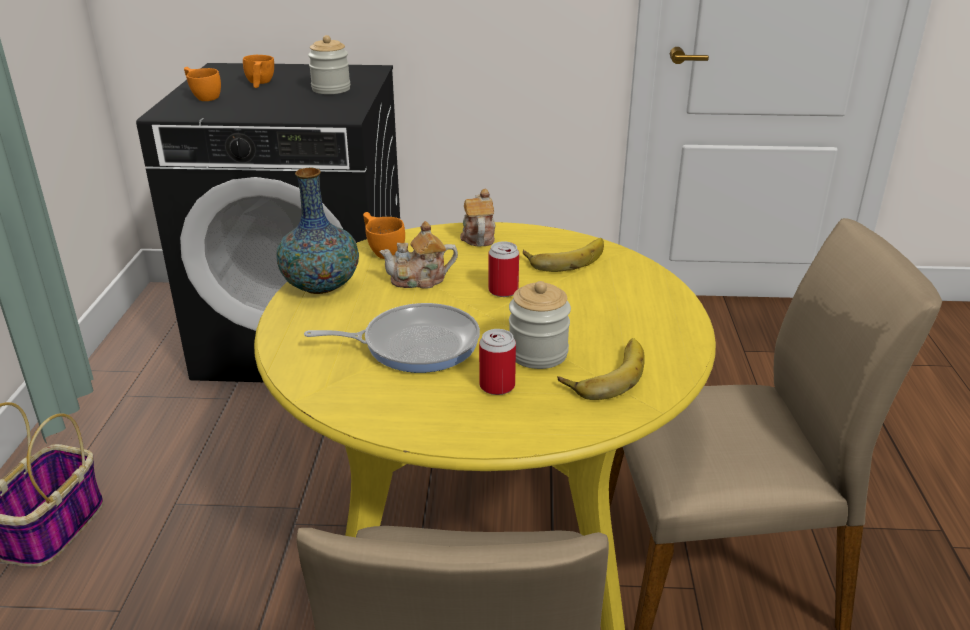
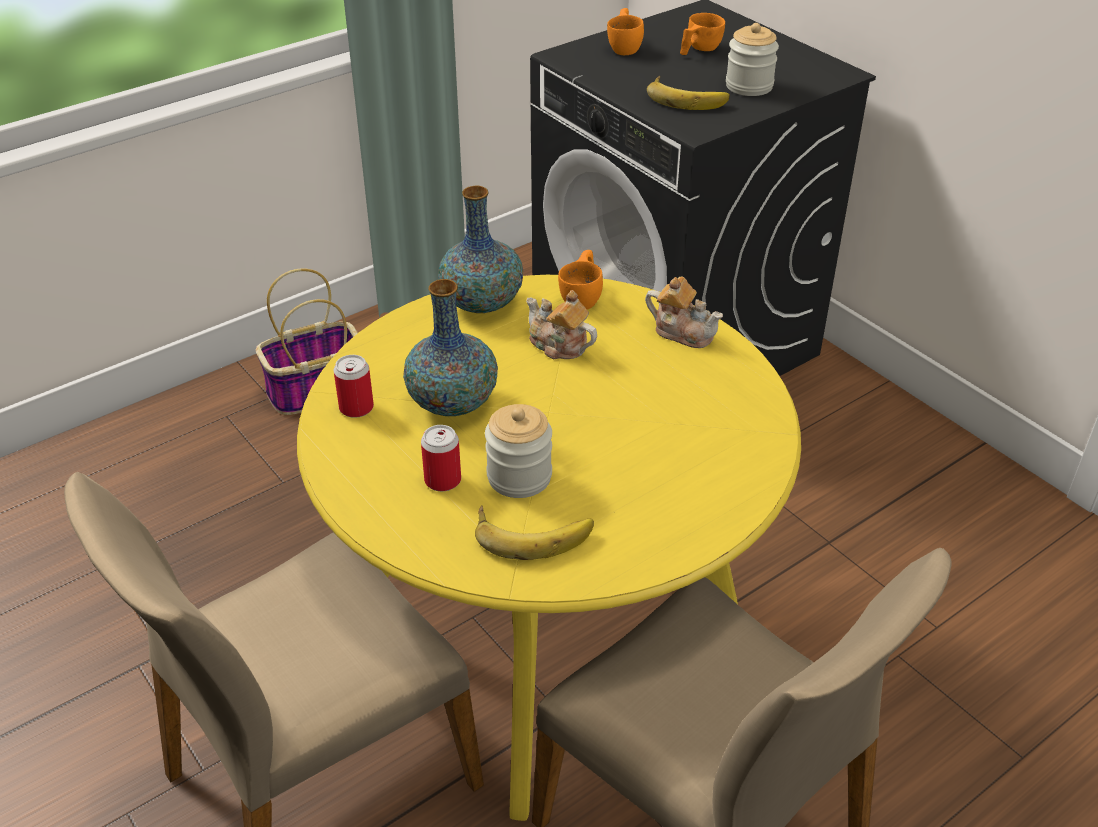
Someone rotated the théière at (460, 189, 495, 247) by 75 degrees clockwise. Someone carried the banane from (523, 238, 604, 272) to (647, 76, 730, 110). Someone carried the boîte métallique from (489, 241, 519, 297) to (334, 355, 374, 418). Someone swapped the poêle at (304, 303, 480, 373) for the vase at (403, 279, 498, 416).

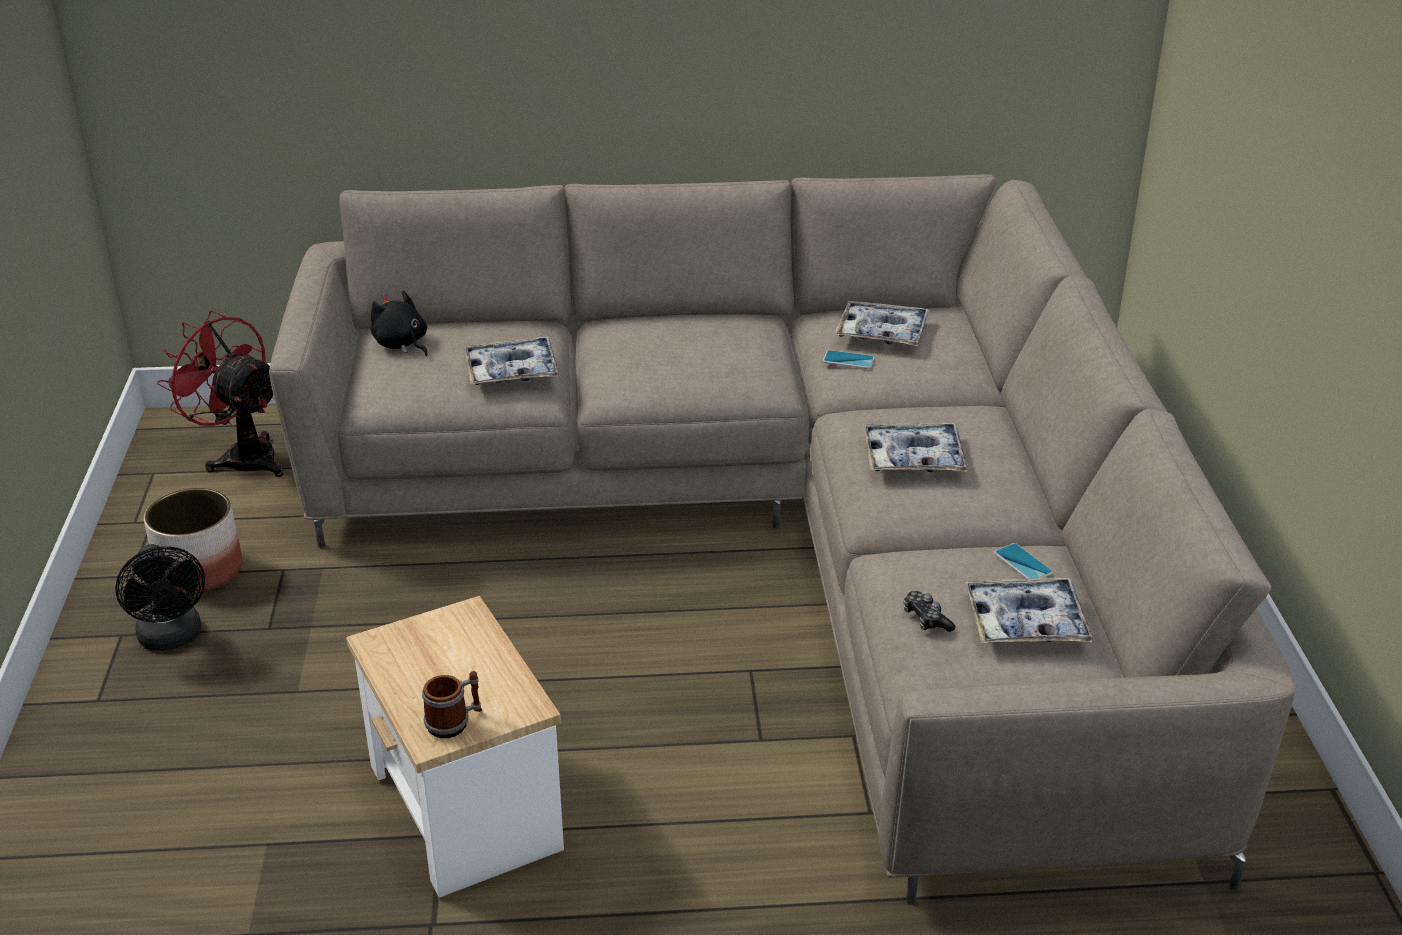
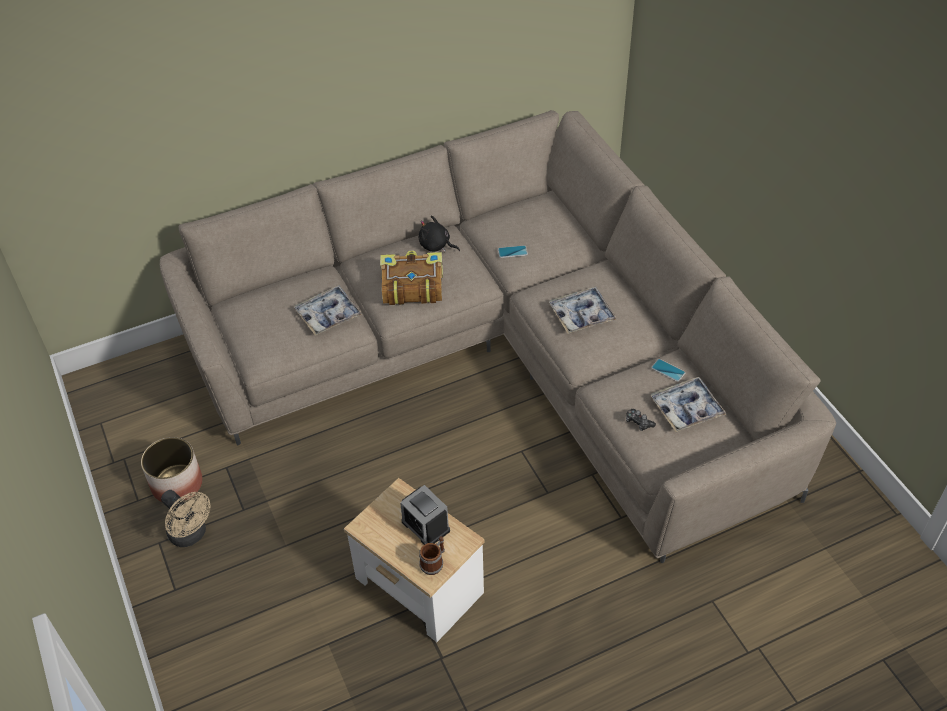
Someone carried the peluche [noir] from (371, 291, 428, 356) to (419, 215, 460, 252). Someone took away the plateau at (834, 301, 930, 346). Someone took away the ventilateur [rouge] at (157, 310, 283, 477). Someone repainted the ventilateur [noir] at (115, 544, 205, 651), which became the ventilateur [beige] at (161, 490, 211, 547). Someone put down the livre at (380, 250, 443, 305). Someone put down the réveil at (400, 485, 450, 545).

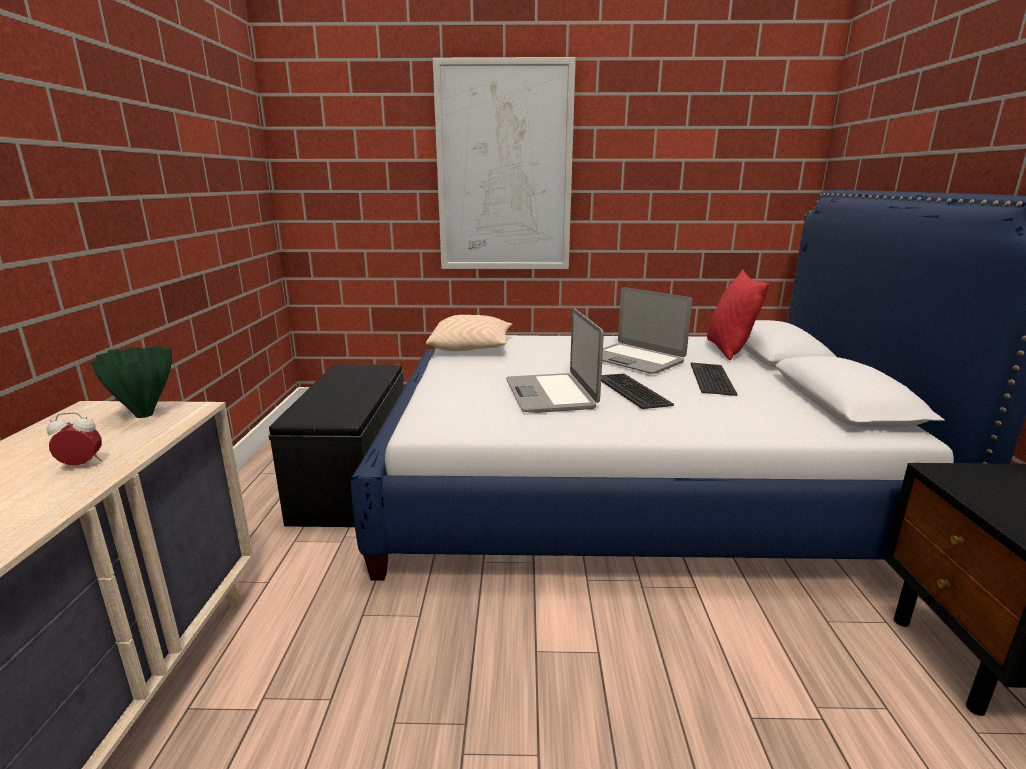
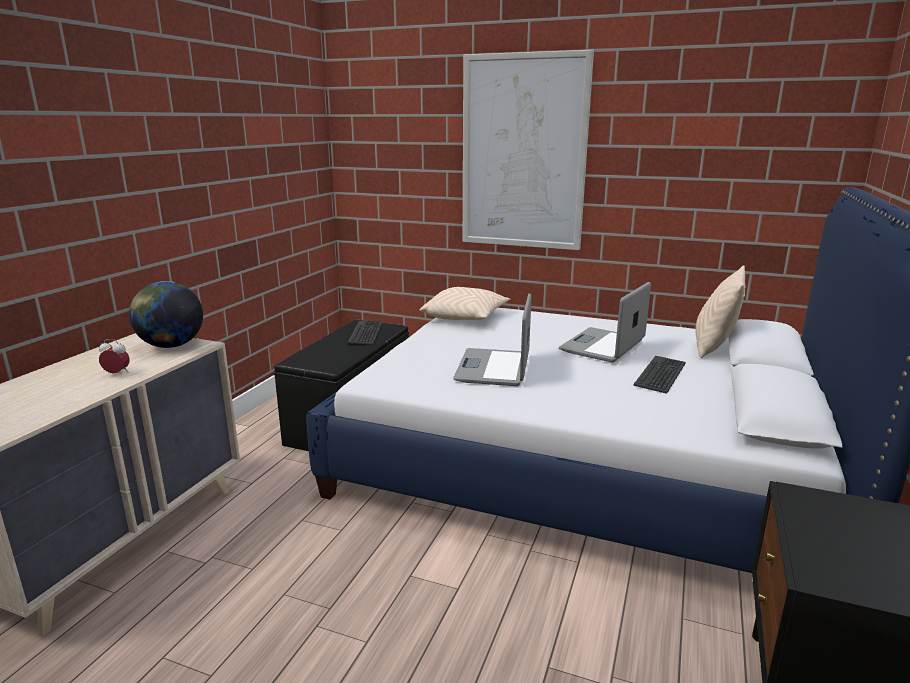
Someone repainted the coussin [rouge] at (707, 269, 769, 360), which became the coussin [beige] at (696, 265, 746, 358). Someone rotated the ordinateur portable at (602, 287, 692, 374) by 60 degrees clockwise. Someone swapped the vase [vert] at (91, 346, 172, 418) for the globe at (129, 281, 203, 348). Someone carried the clavier from (601, 373, 674, 409) to (348, 321, 382, 345).

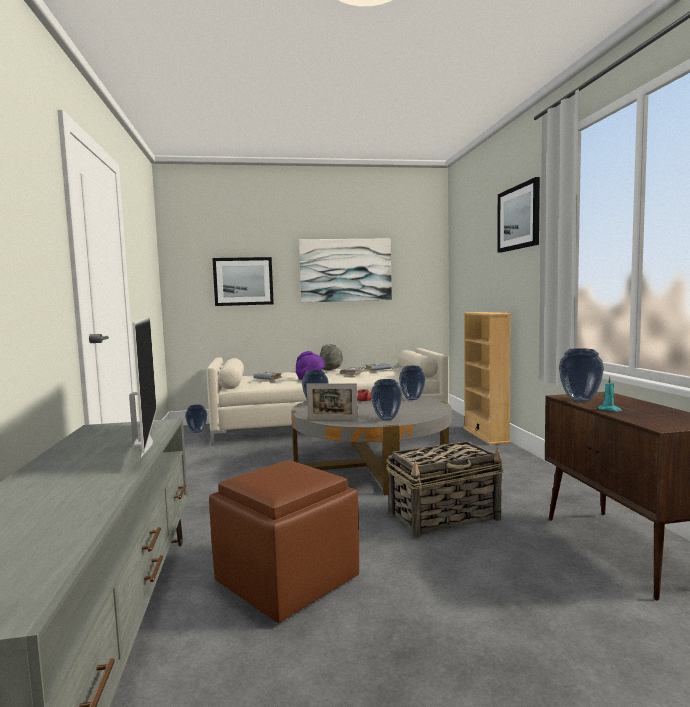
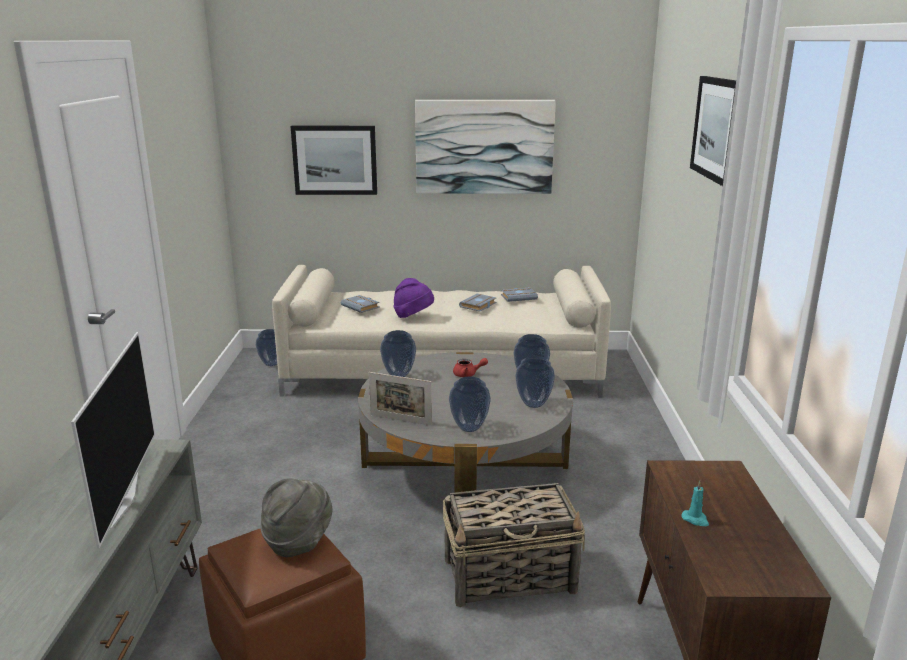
Someone took away the bibliothèque [beige] at (463, 312, 511, 445). Someone carried the chapeau [gris] from (320, 344, 343, 371) to (260, 478, 333, 557). Someone carried the vase from (559, 348, 604, 402) to (515, 356, 555, 408).

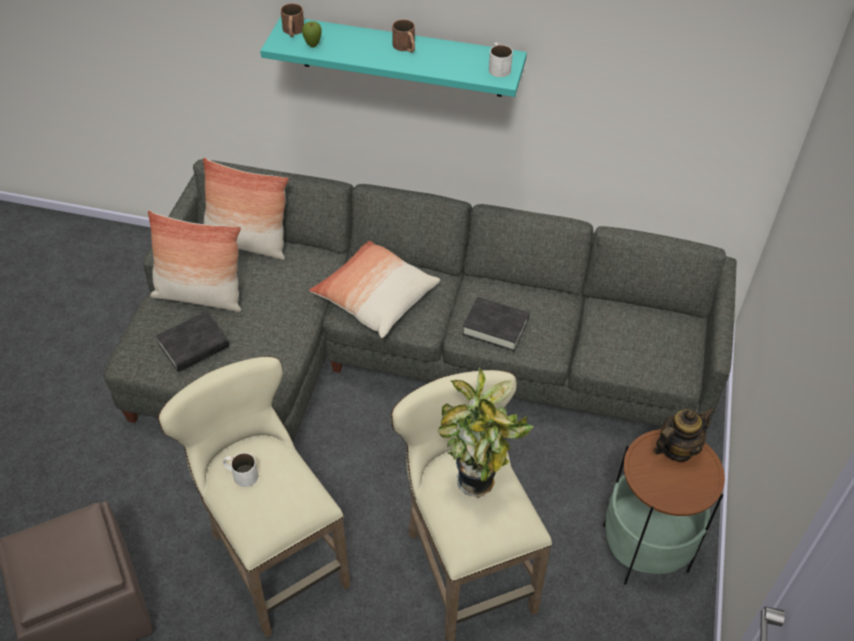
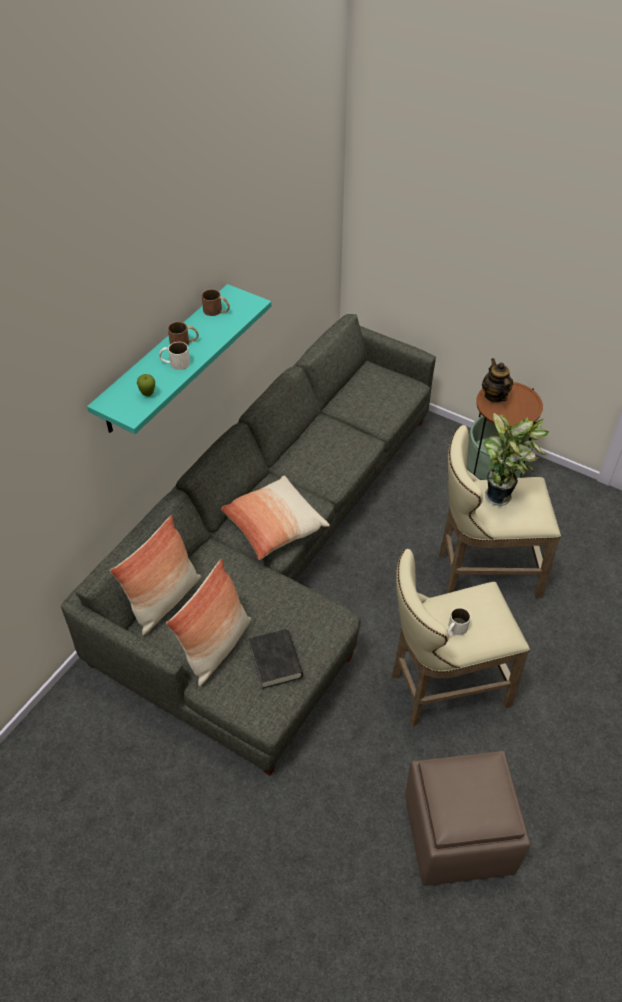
Someone carried the mug [marron] from (281, 3, 304, 37) to (202, 289, 230, 316). Someone carried the mug [blanc] from (489, 43, 513, 77) to (159, 342, 190, 370). Someone took away the livre [noir] at (462, 297, 529, 351).

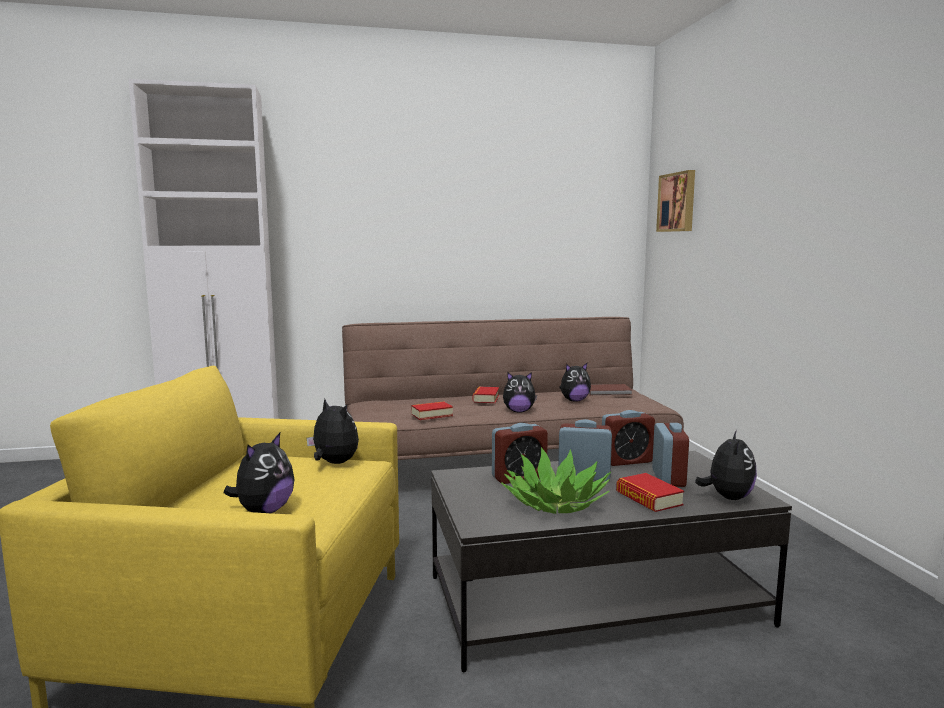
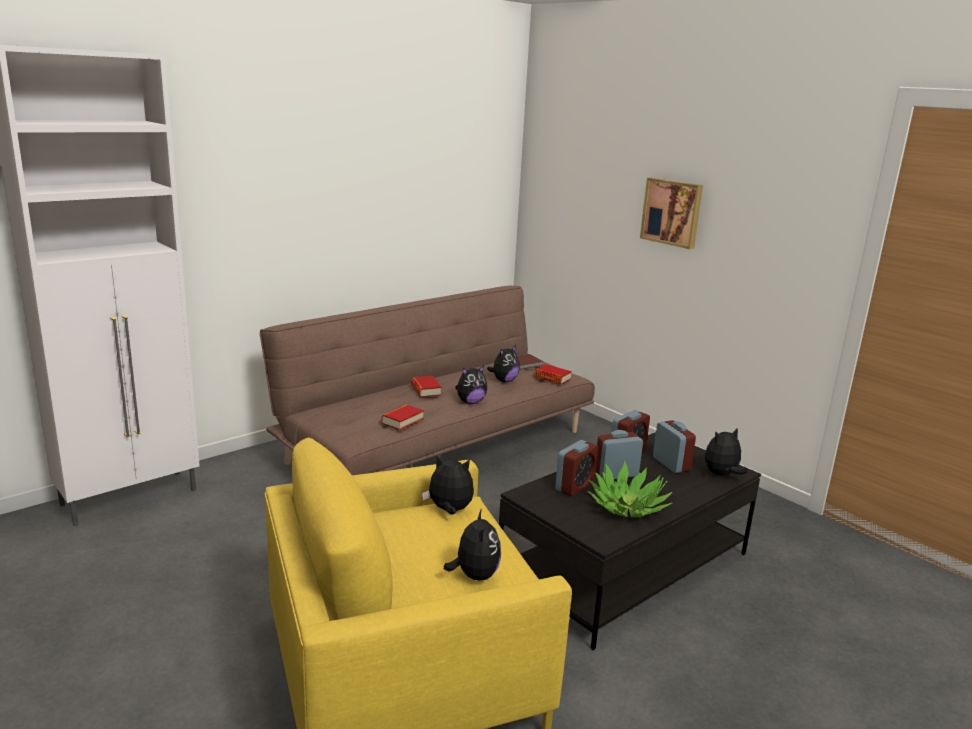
Someone carried the tableau from (656, 170, 695, 232) to (640, 178, 703, 249). Someone rotated the peluche at (695, 430, 757, 500) by 105 degrees counterclockwise. Someone carried the livre from (616, 473, 684, 512) to (534, 364, 572, 384).

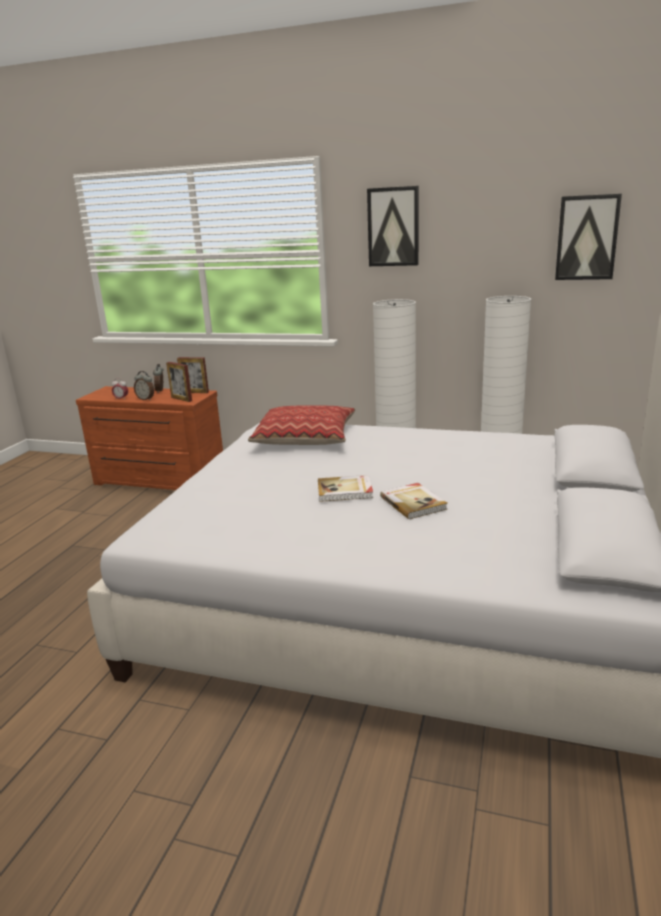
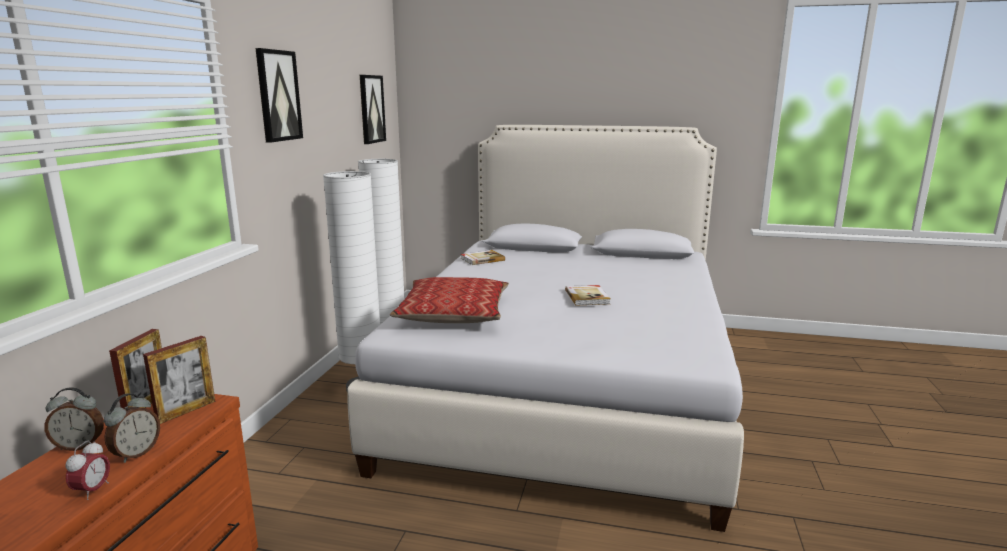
Someone carried the livre from (380, 483, 447, 519) to (461, 250, 505, 265).

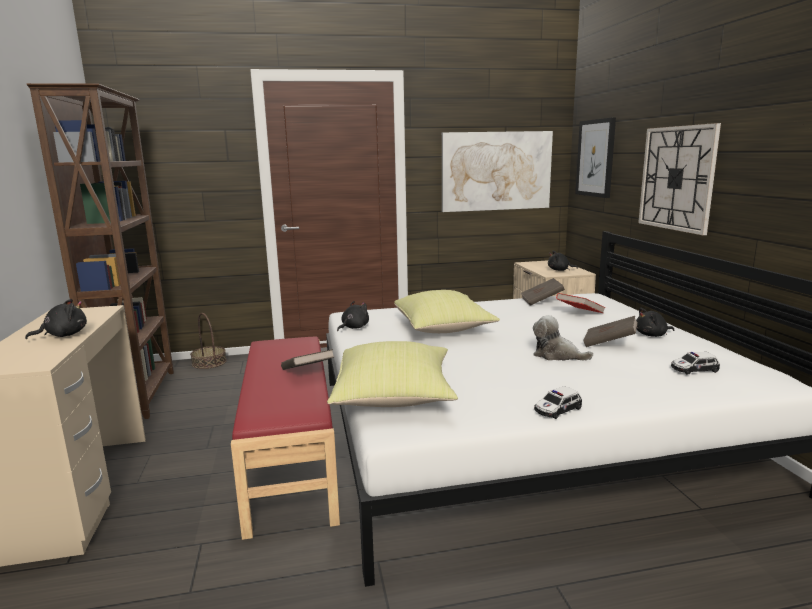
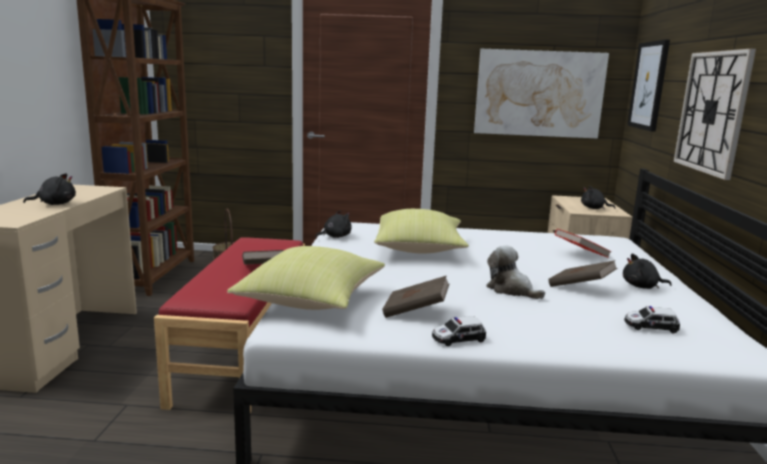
Someone carried the livre [marron] from (521, 278, 565, 306) to (382, 276, 449, 318).

